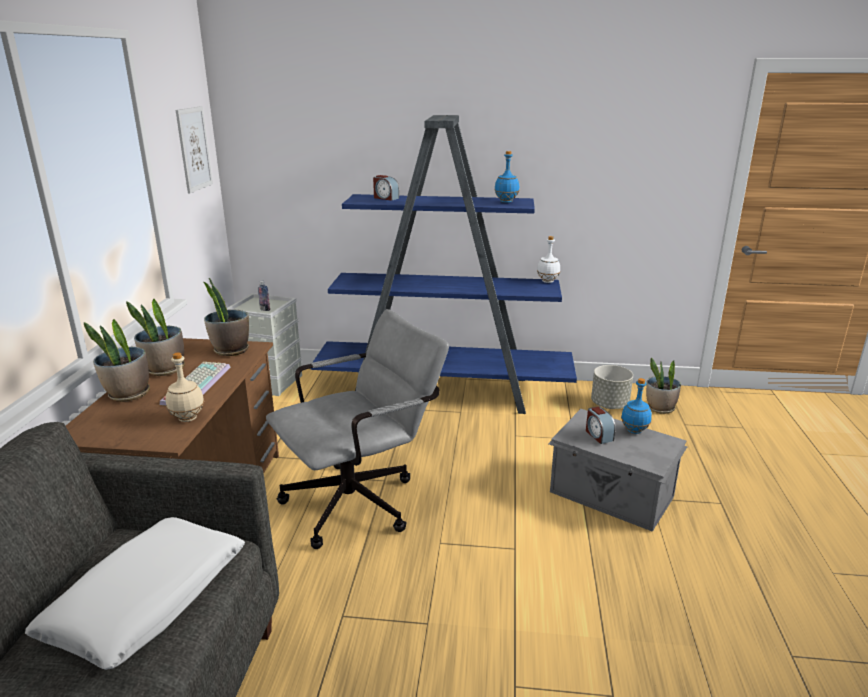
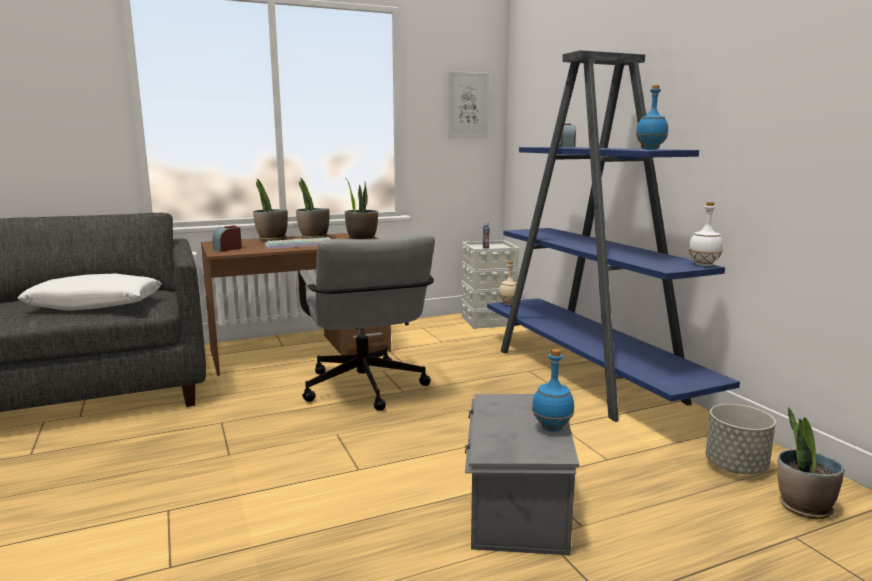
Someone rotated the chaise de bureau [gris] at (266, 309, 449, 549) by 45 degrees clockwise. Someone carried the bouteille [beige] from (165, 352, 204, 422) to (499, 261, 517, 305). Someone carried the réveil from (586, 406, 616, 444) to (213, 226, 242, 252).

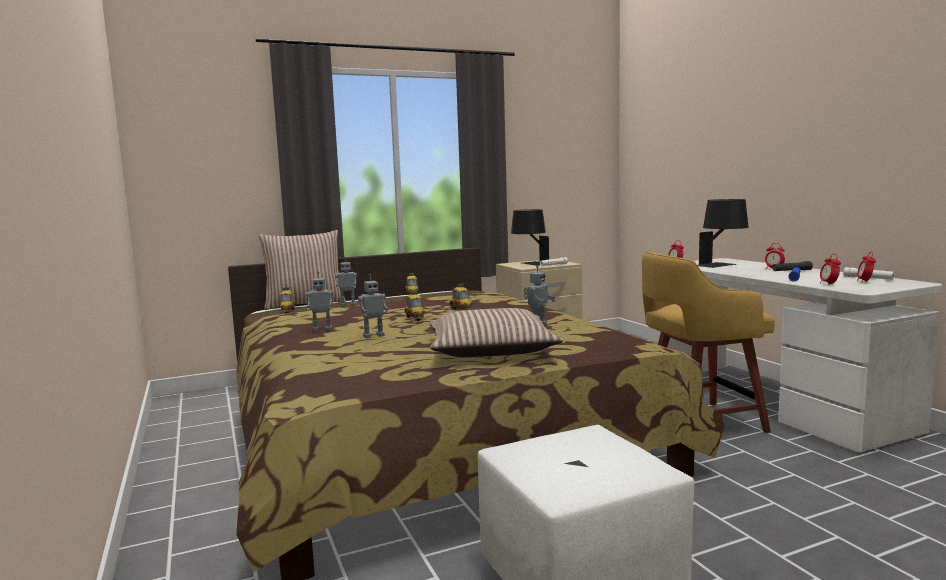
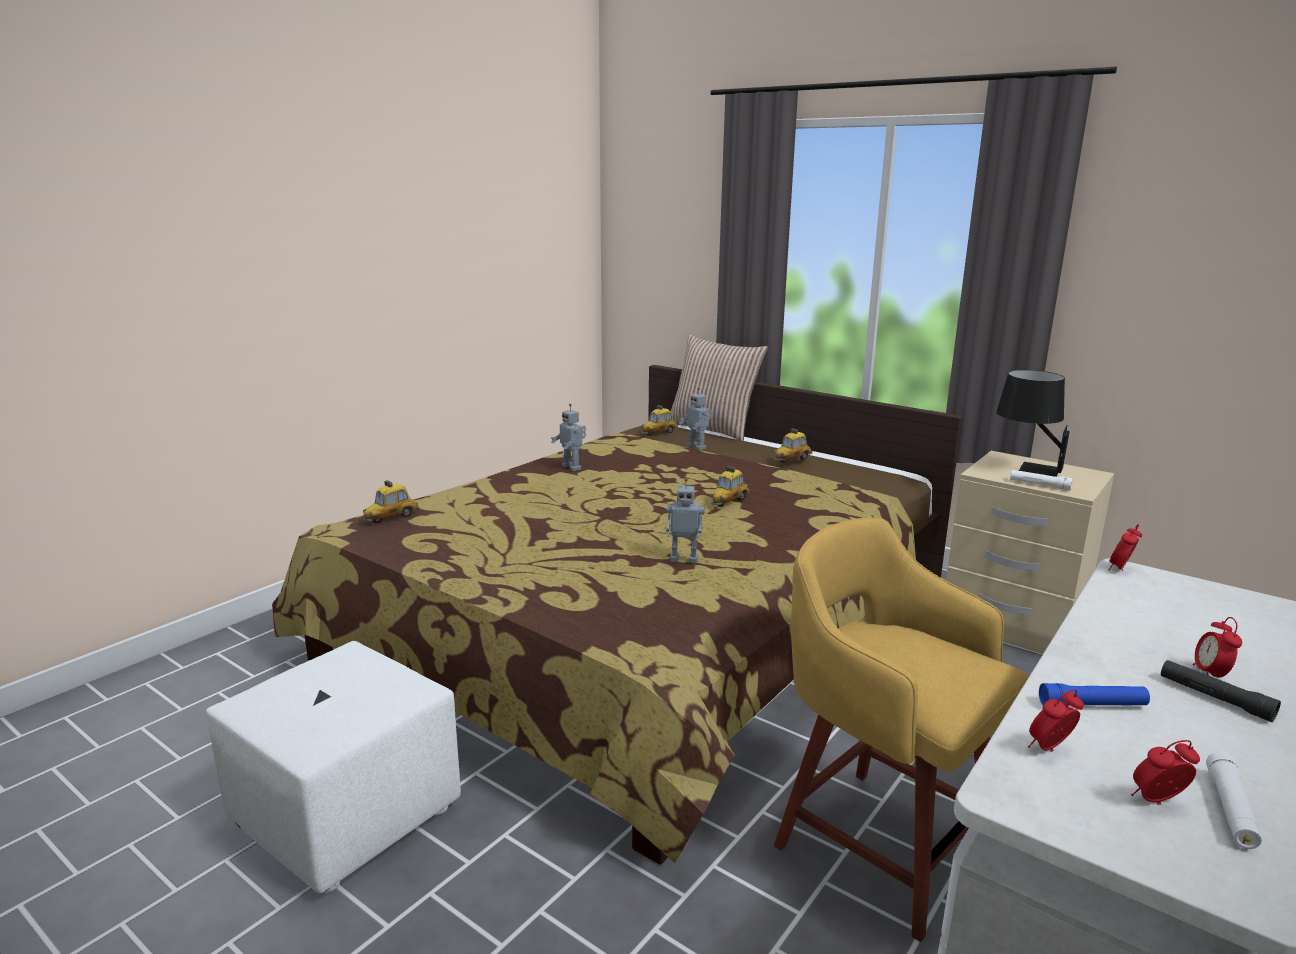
Someone took away the lampe de table [noir] at (698, 199, 749, 268). Someone took away the robot jouet at (358, 274, 389, 338). Someone carried the petite voiture from (405, 291, 426, 321) to (363, 480, 420, 523). Someone took away the coussin at (429, 308, 563, 357).

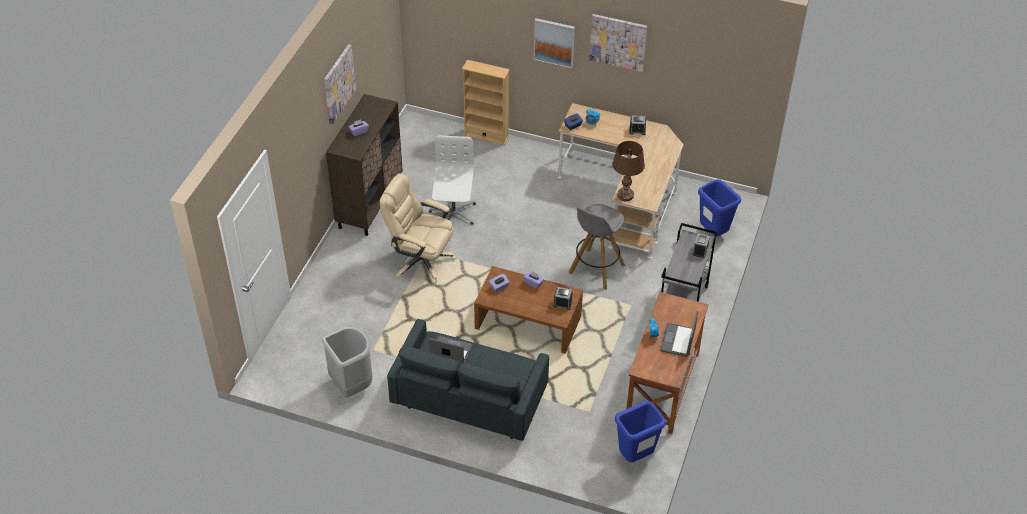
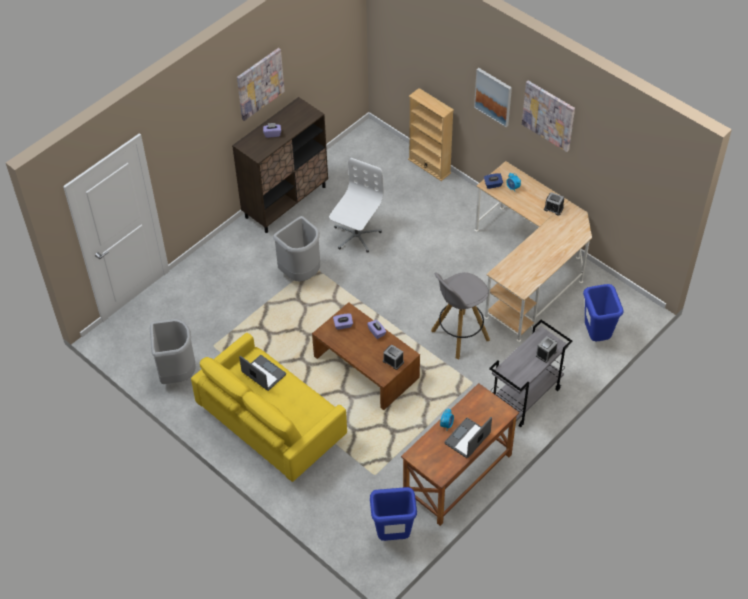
Someone took away the lampe de table [marron] at (612, 141, 645, 201). Someone swapped the chaise de bureau [beige] at (380, 174, 456, 284) for the poubelle [gris] at (273, 216, 320, 281). Someone repainted the canapé [gris] at (387, 319, 549, 441), which became the canapé [jaune] at (191, 333, 347, 482).

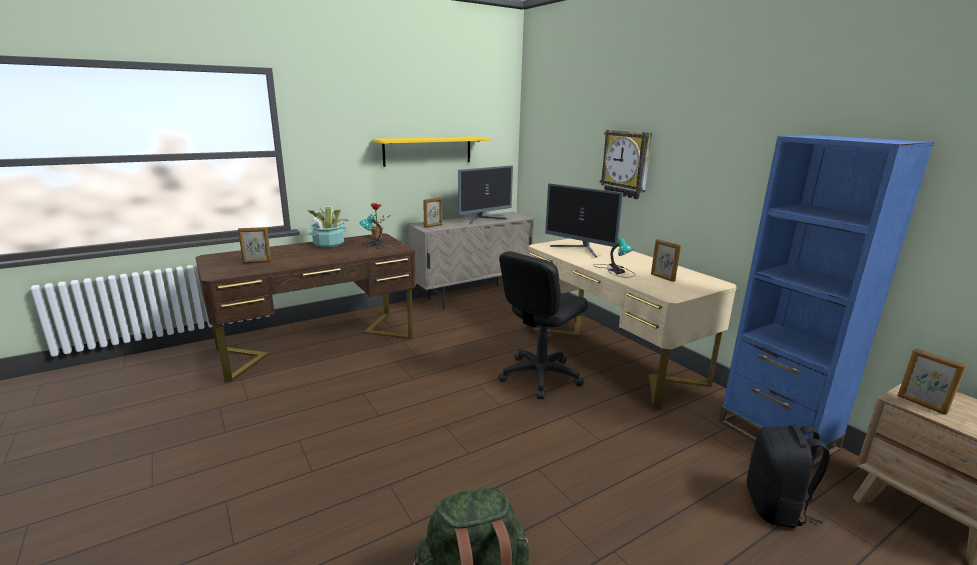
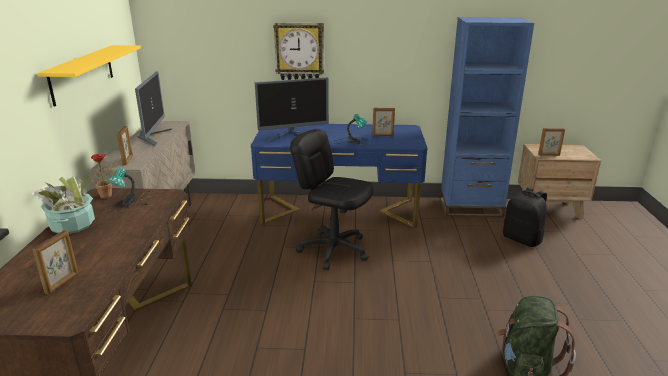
Someone repainted the bureau [beige] at (529, 238, 737, 409), which became the bureau [bleu] at (251, 124, 427, 228). Someone rotated the chaise de bureau [noir] at (498, 251, 588, 399) by 135 degrees clockwise.

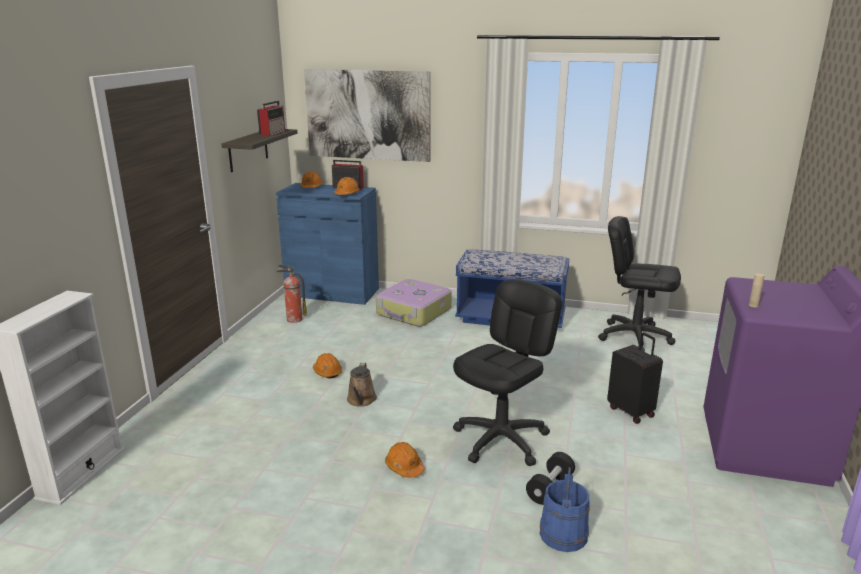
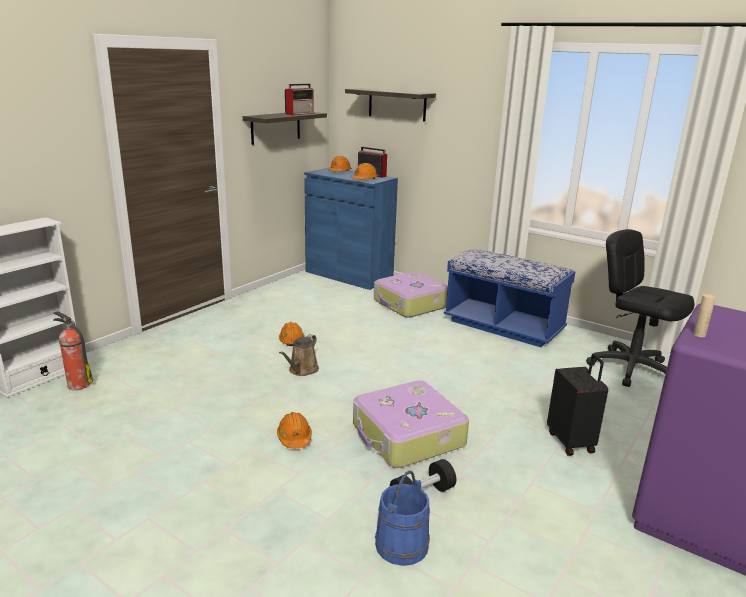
Someone swapped the tableau at (304, 69, 431, 162) for the étagère at (345, 88, 436, 122). Someone carried the extincteur from (276, 265, 307, 323) to (53, 311, 93, 390). Someone swapped the chaise de bureau [noir] at (453, 279, 562, 466) for the valise at (353, 380, 469, 468).

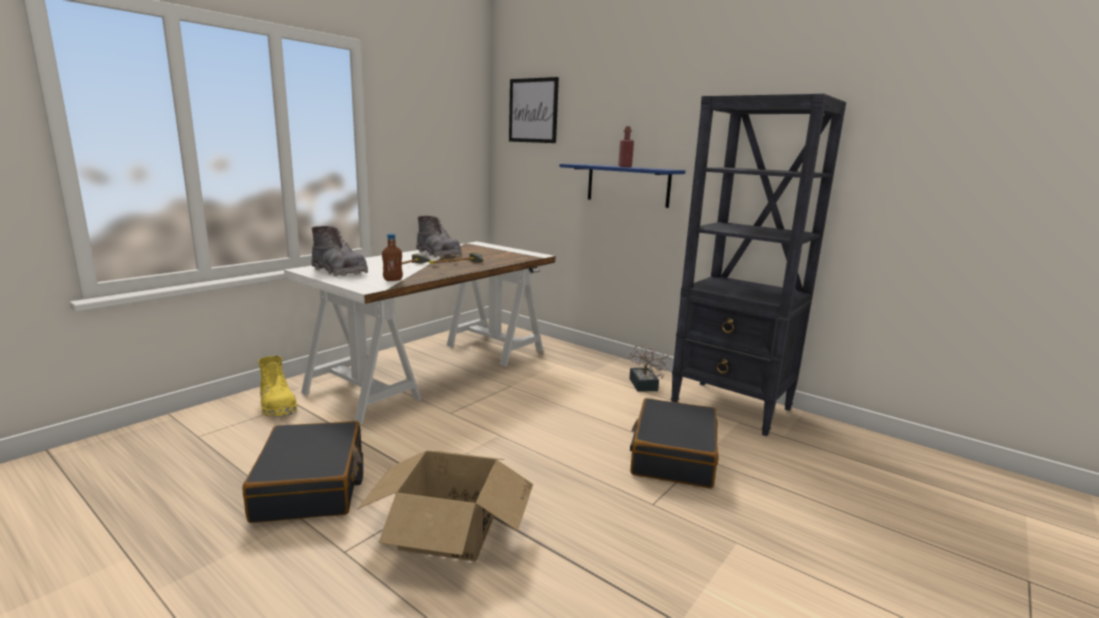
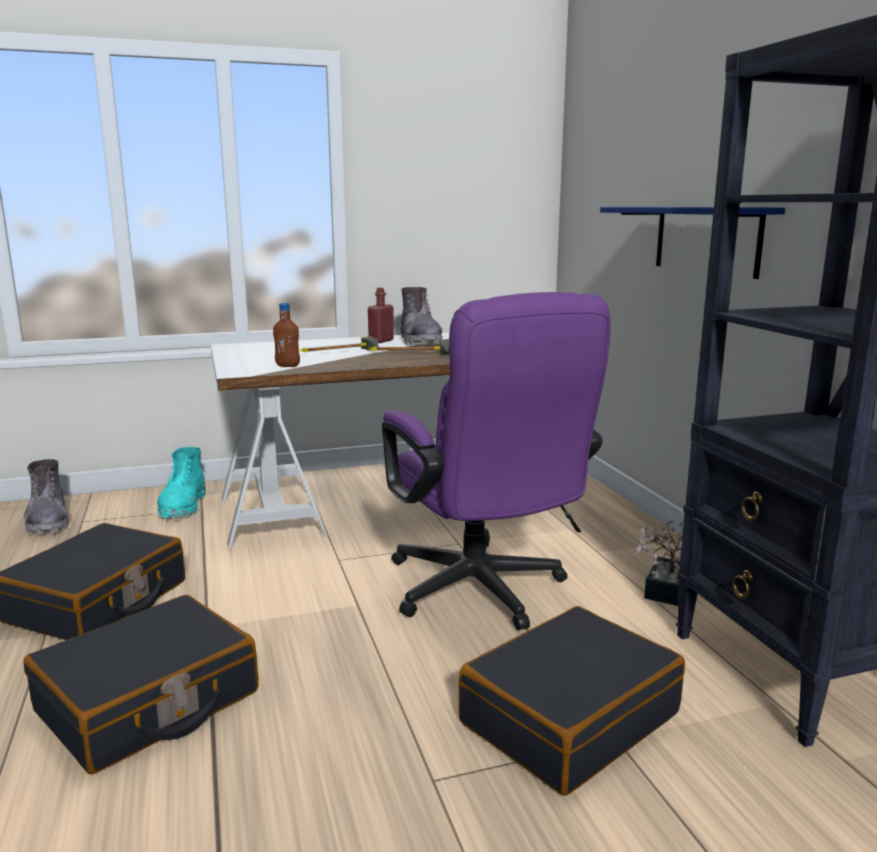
Someone took away the tableau at (509, 77, 559, 143). Someone carried the bouteille [rouge] from (618, 126, 634, 167) to (368, 288, 394, 343). Someone carried the botte [gris] from (311, 226, 368, 276) to (24, 459, 69, 535). Someone repainted the botte [jaune] at (258, 356, 297, 417), which became the botte [turquoise] at (157, 447, 206, 519). Someone swapped the carton at (358, 451, 533, 561) for the valise [noir] at (23, 595, 258, 774). Someone put down the chaise de bureau [violet] at (382, 292, 611, 630).

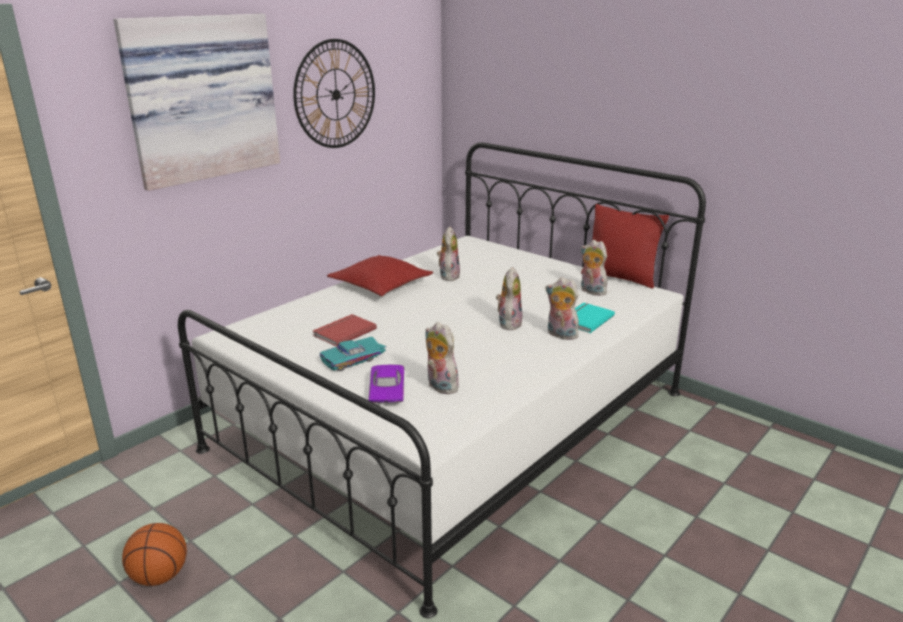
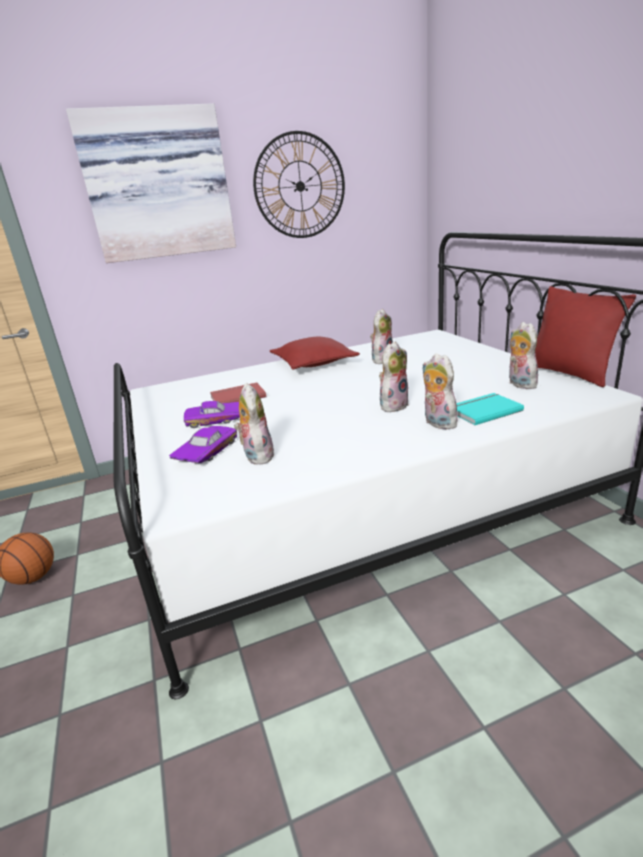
Someone repainted the petite voiture [turquoise] at (320, 337, 386, 371), which became the petite voiture [violet] at (184, 401, 240, 428).

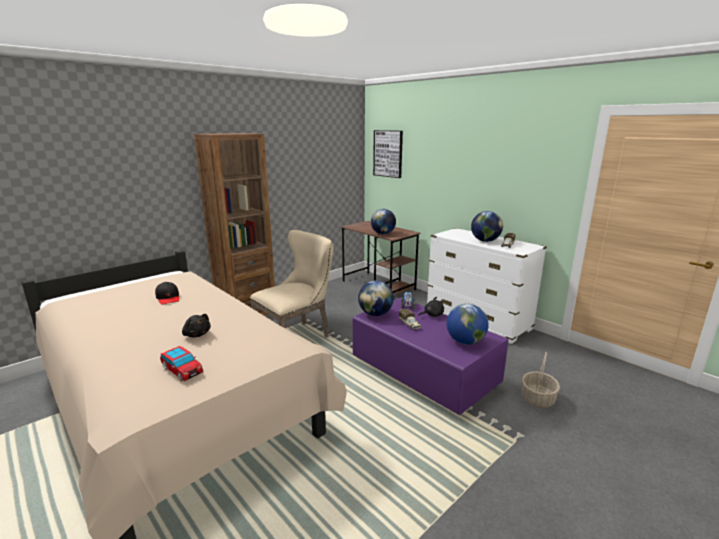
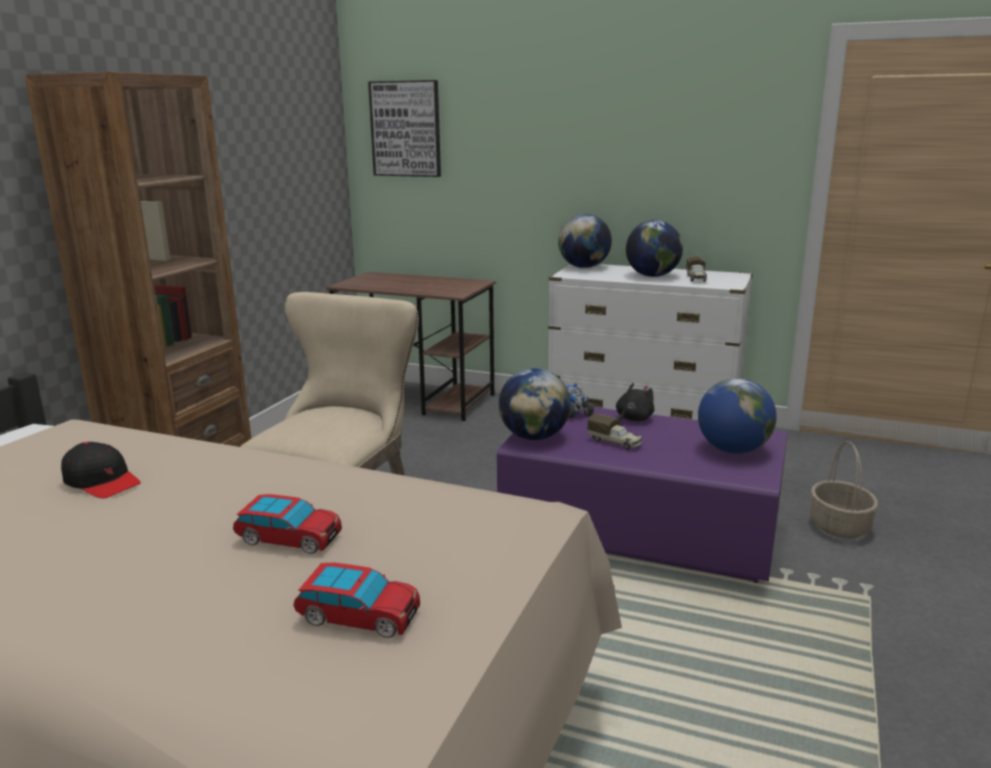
Someone carried the globe from (371, 209, 396, 234) to (558, 214, 612, 268). Someone swapped the peluche [noir] at (182, 314, 211, 337) for the petite voiture at (233, 494, 342, 554).

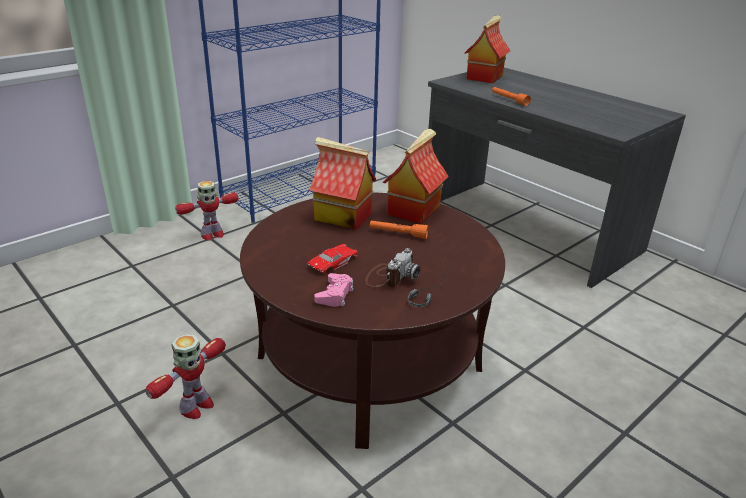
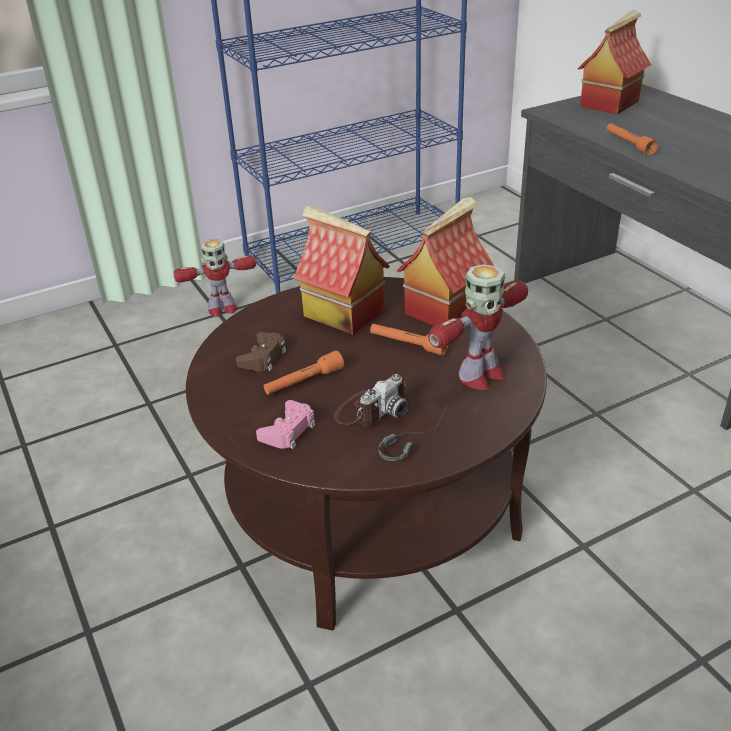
Someone swapped the petite voiture [rouge] at (307, 244, 358, 274) for the lampe de poche [orange] at (264, 350, 344, 395). Someone carried the robot jouet from (145, 334, 226, 419) to (428, 264, 528, 390). Someone put down the manette [marron] at (236, 332, 286, 372).

